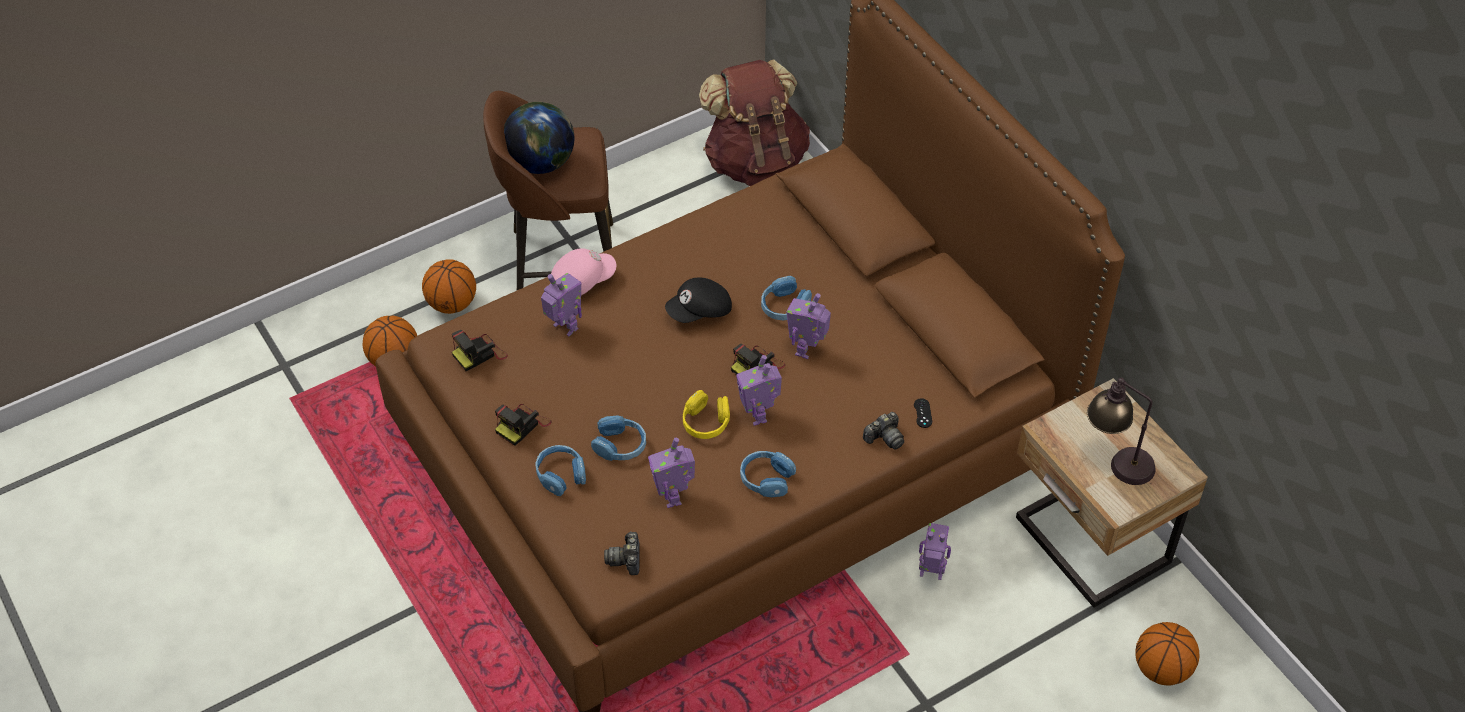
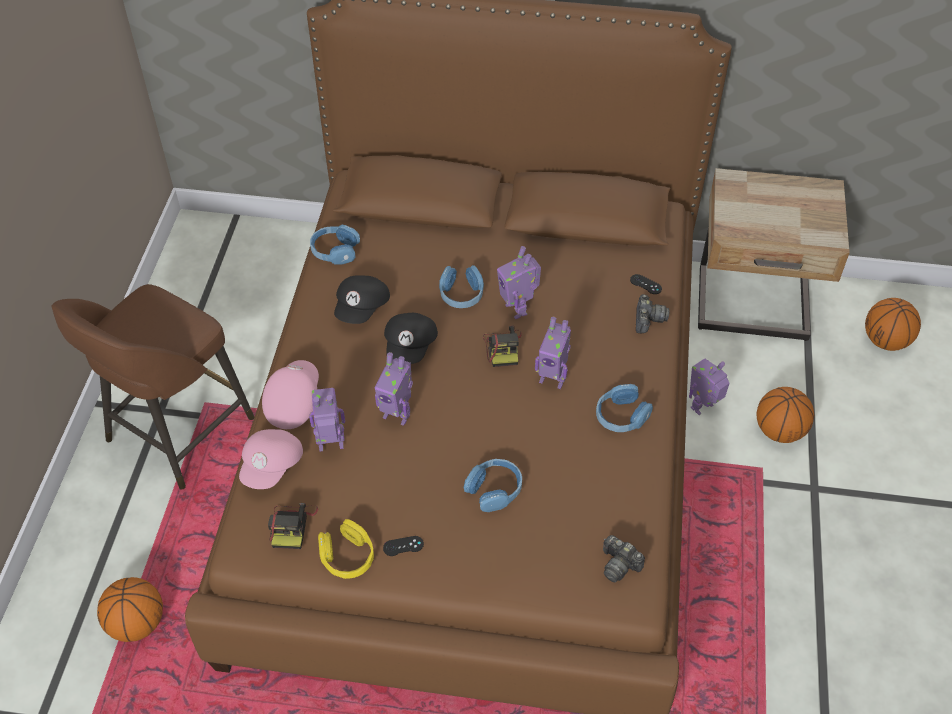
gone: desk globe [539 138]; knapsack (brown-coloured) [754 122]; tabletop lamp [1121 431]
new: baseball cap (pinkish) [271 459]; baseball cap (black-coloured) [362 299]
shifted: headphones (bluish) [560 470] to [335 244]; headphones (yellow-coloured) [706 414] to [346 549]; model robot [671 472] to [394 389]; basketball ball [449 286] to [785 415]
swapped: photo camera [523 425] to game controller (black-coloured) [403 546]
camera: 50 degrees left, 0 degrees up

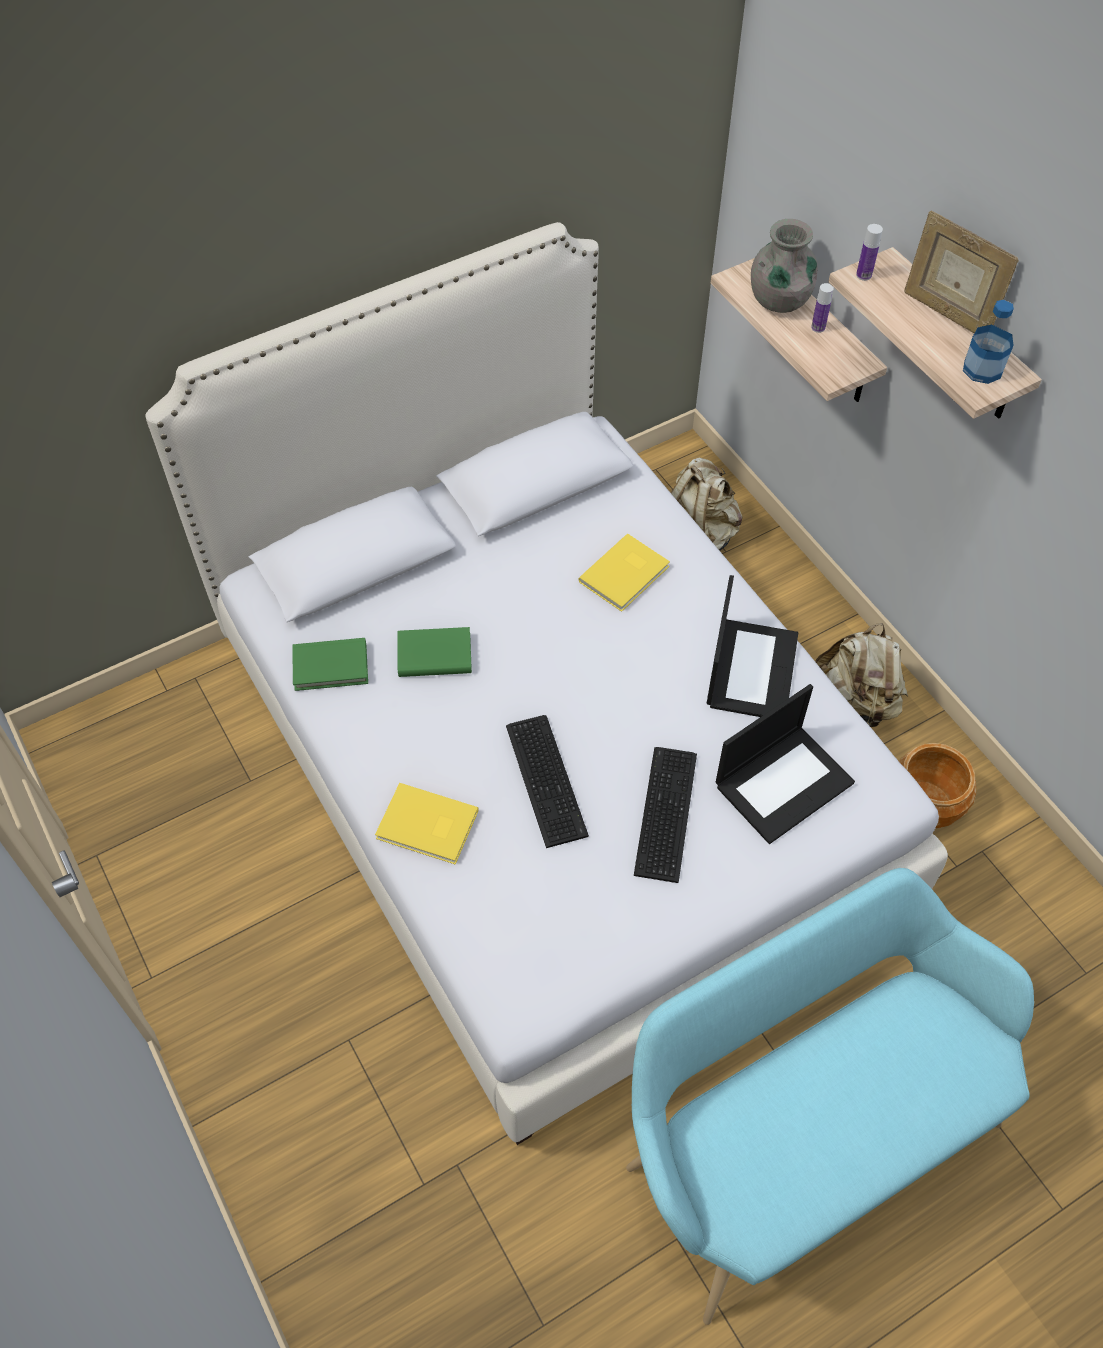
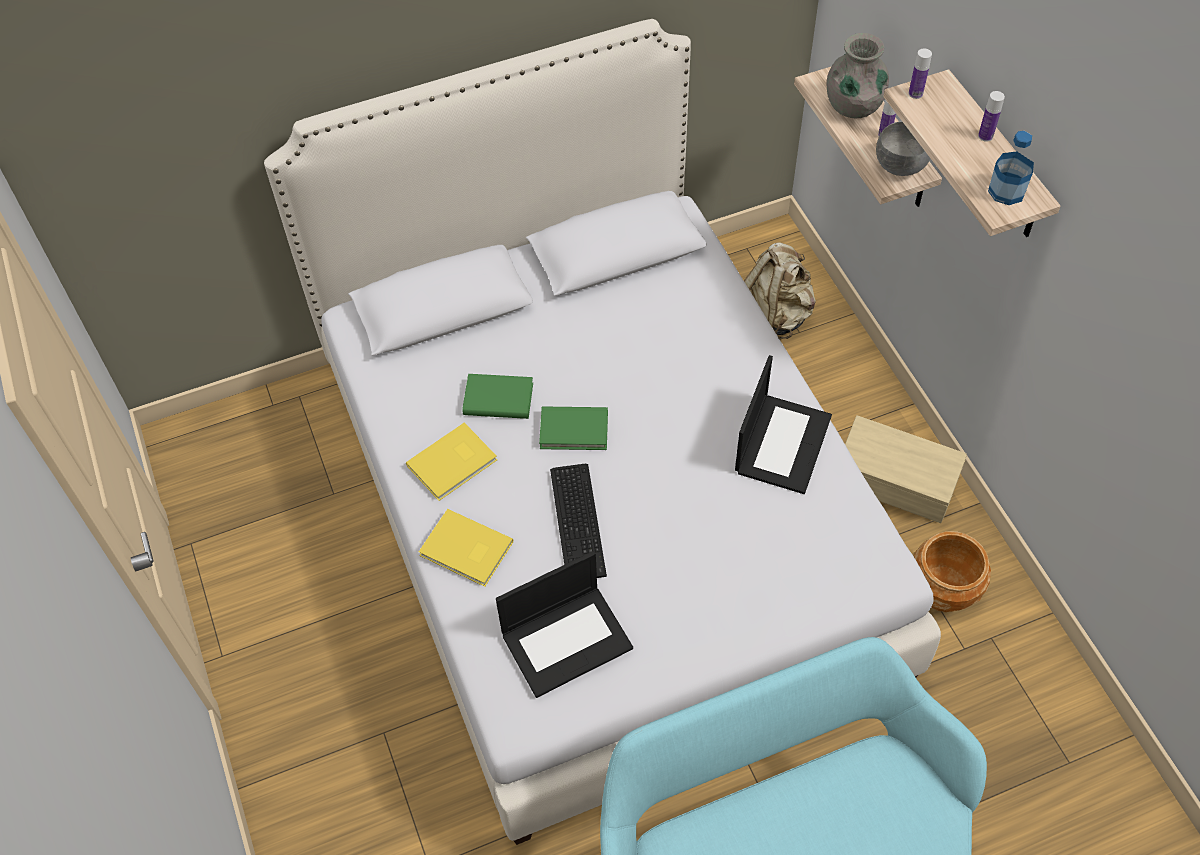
gone: PC keyboard [665 815]
new: serving bowl (greyish) [903 148]
shifted: book (yellow-coloured) [624 572] to [451 462]; notebook computer [785 764] to [564 624]; book (green) [330 664] to [573 428]
swapped: knapsack (beige-coloured) [861 675] to storage bin (beige-coloured) [906 469]; picture frame [961 272] to bottle [991 116]
camera: 10 degrees right, 0 degrees up

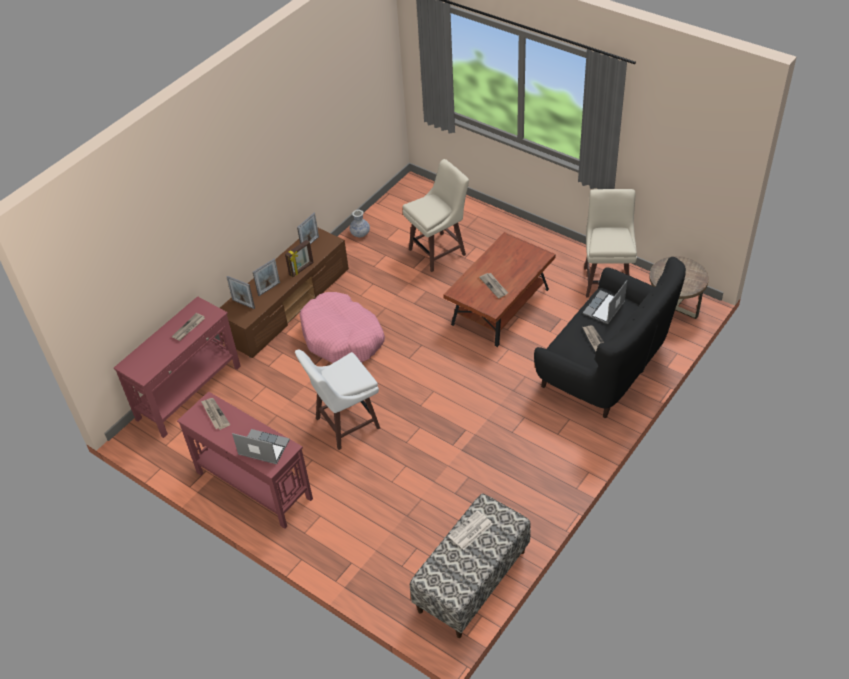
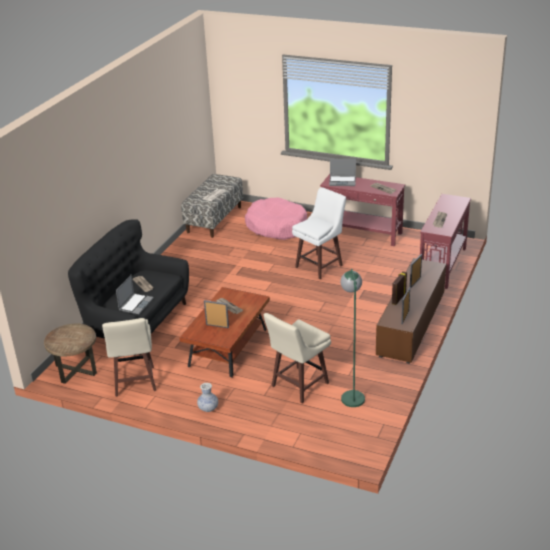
new: standing lamp (green) [352 338]
shifted: vase [360 224] to [207 397]; picture frame [240 292] to [216 314]; dog bed (pinkish) [342 327] to [276 219]
camera: 165 degrees right, 15 degrees down

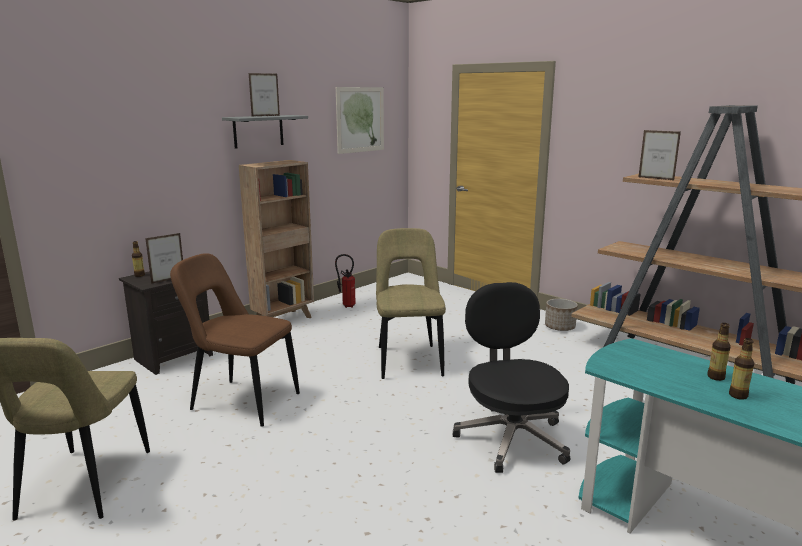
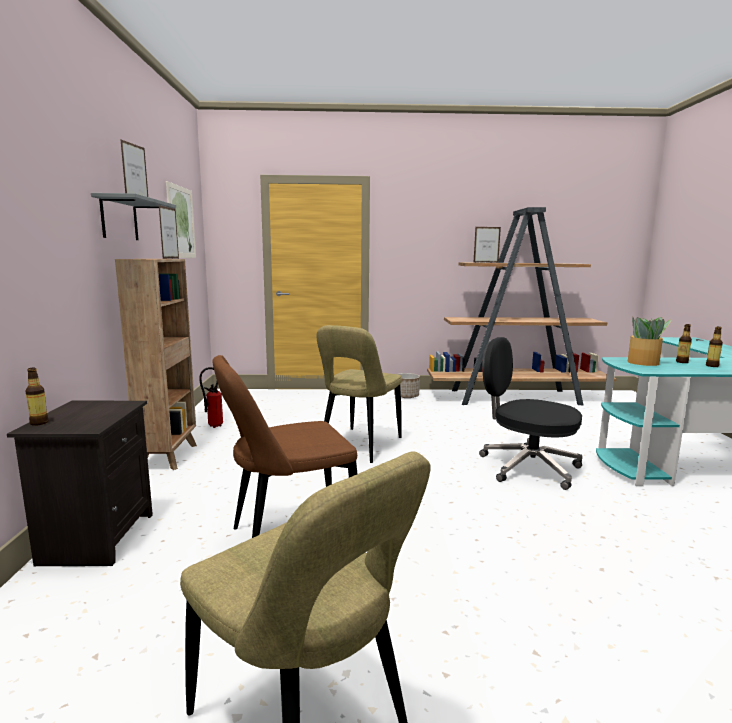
new: plant in a pot [650 341]
shifted: picture frame [164 258] to [169 232]
rotated: chair (beige-coloured) [411 303] = [359 394] 105 degrees counterclockwise
camera: 45 degrees left, 5 degrees down

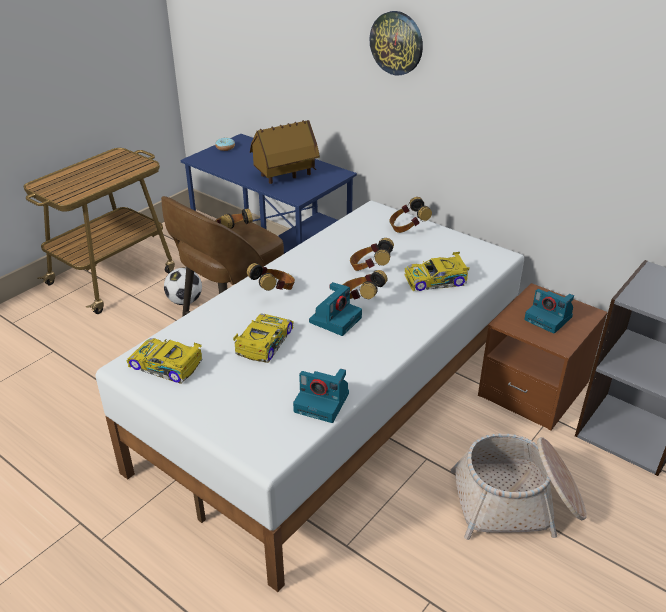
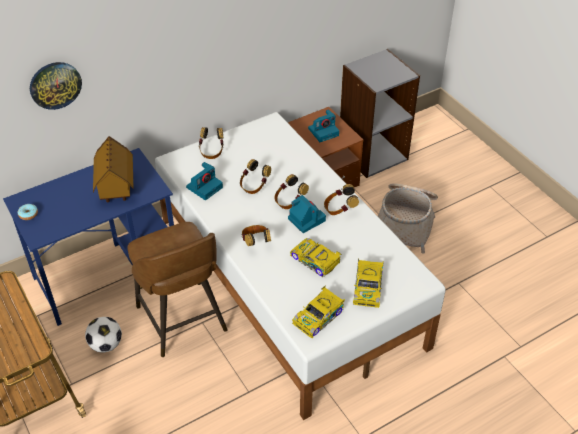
shifted: hanging clock [396 43] to [56 86]; photo camera [321 396] to [204 181]; headphones [234 219] to [341 199]; miniature car [437 271] to [368 283]
camera: 70 degrees left, 10 degrees up

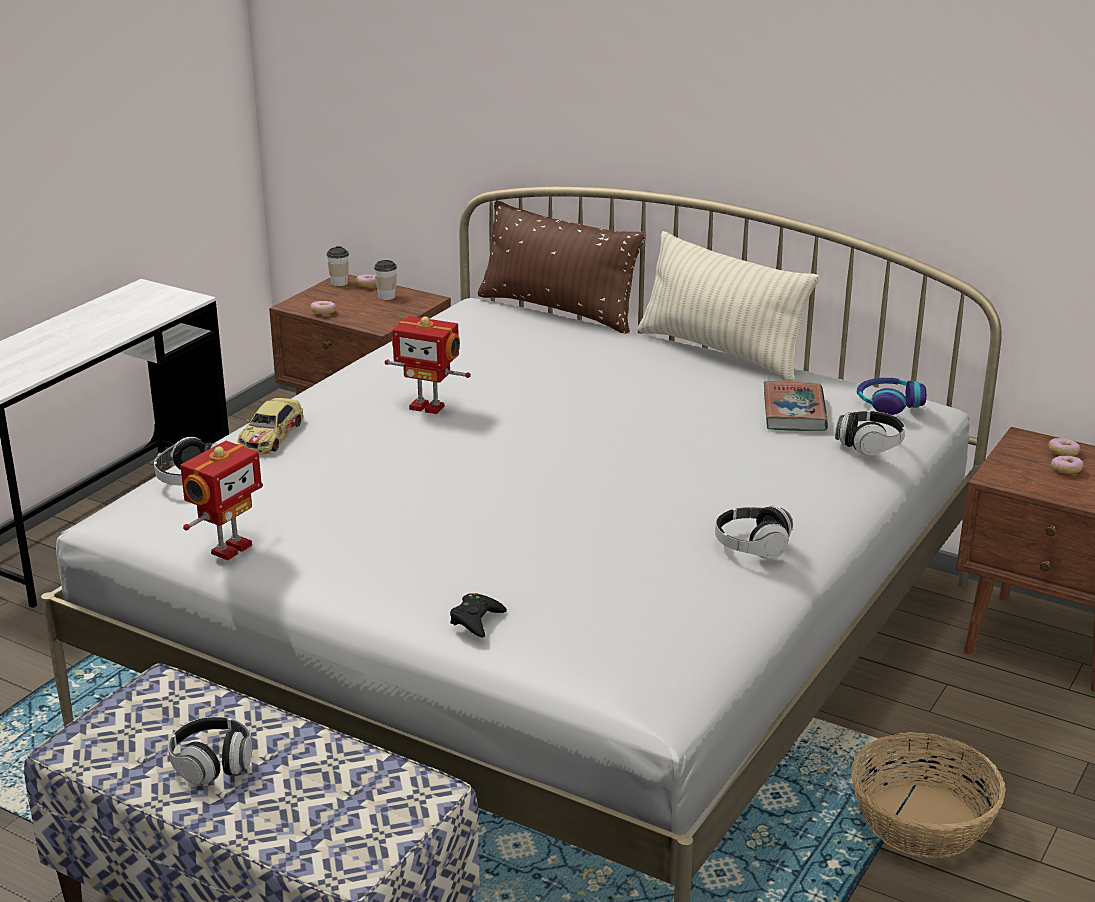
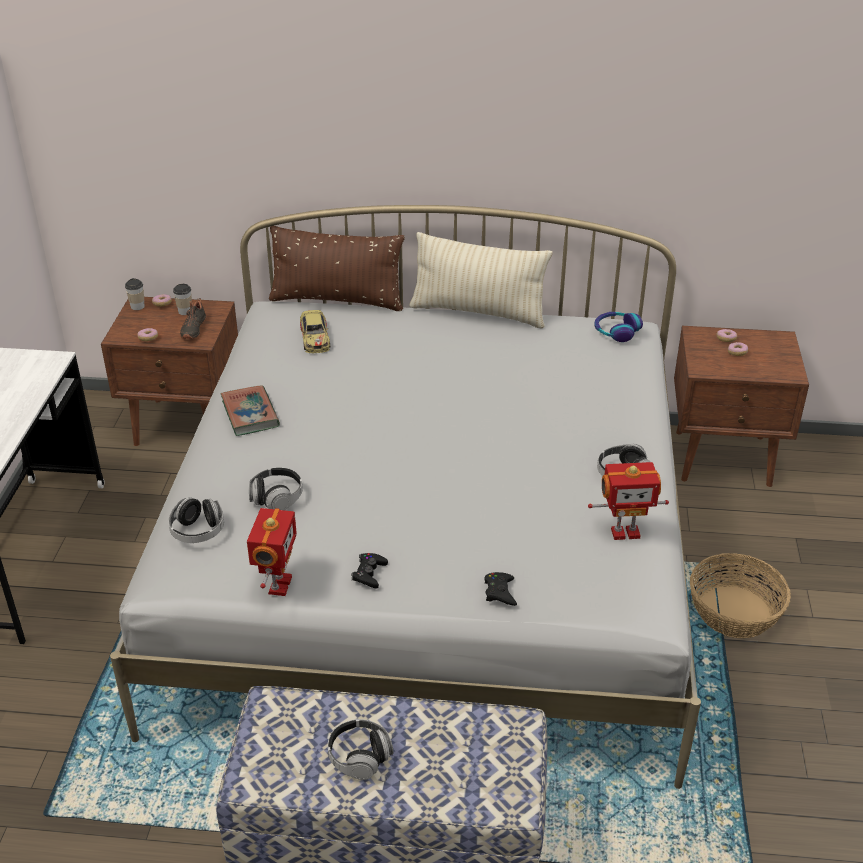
new: item of footwear (black-coloured) [193 318]; game controller (black-coloured) [369 570]
shifted: book [796 406] to [250 410]; headphones [870 433] to [276 488]; miniature car [270 426] to [315 331]; model robot [428 365] to [628 501]
camera: 25 degrees left, 10 degrees up

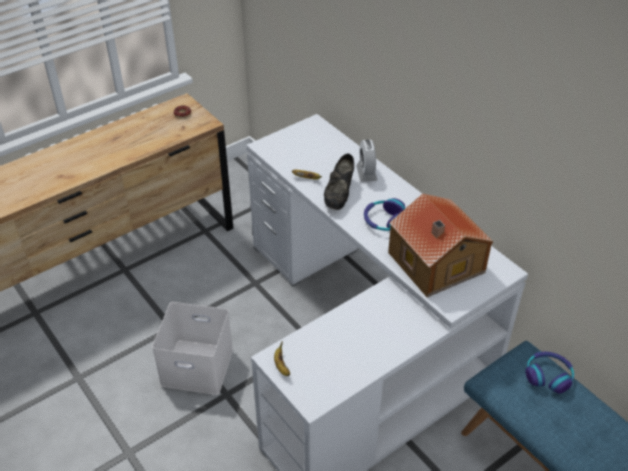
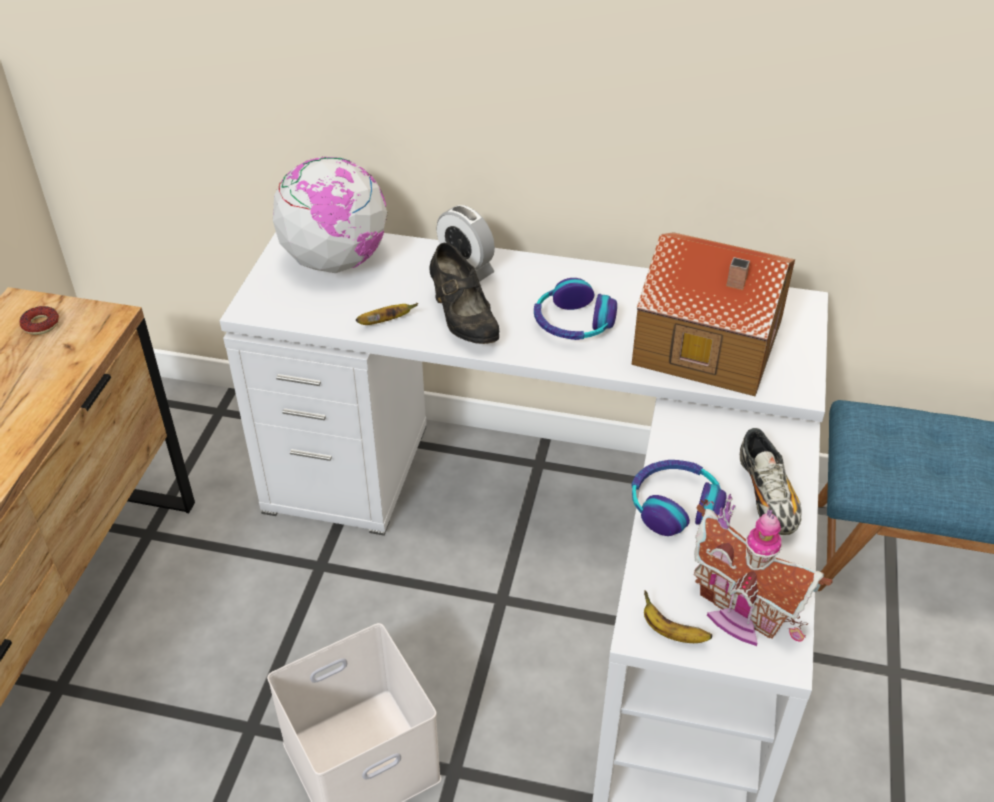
new: desk globe [329 215]; toy house [763 570]; item of footwear [771 481]
shifted: headphones [550 373] to [679 498]
camera: 40 degrees left, 0 degrees up

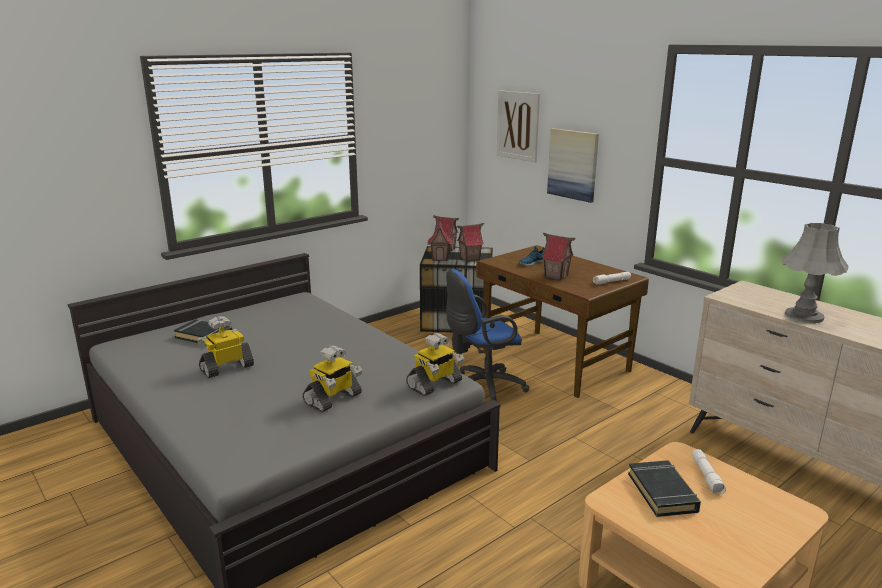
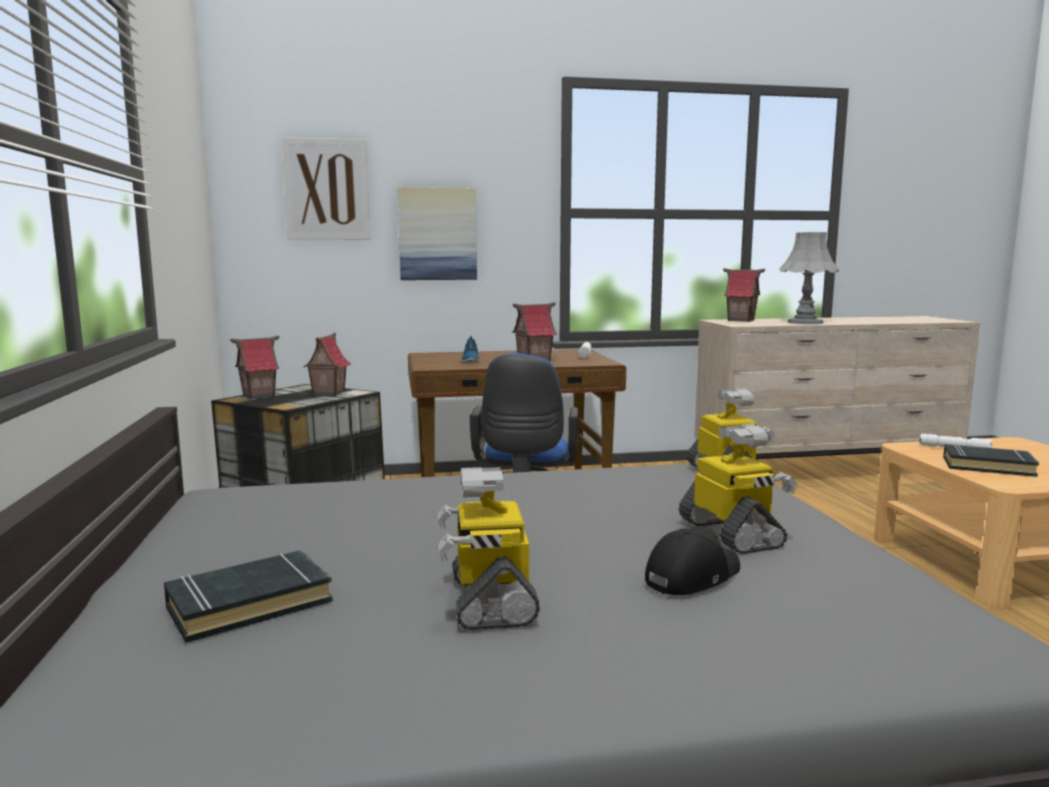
new: baseball cap (black-coloured) [692 560]
shifted: toy house [440 241] to [744 295]
camera: 60 degrees left, 10 degrees down

